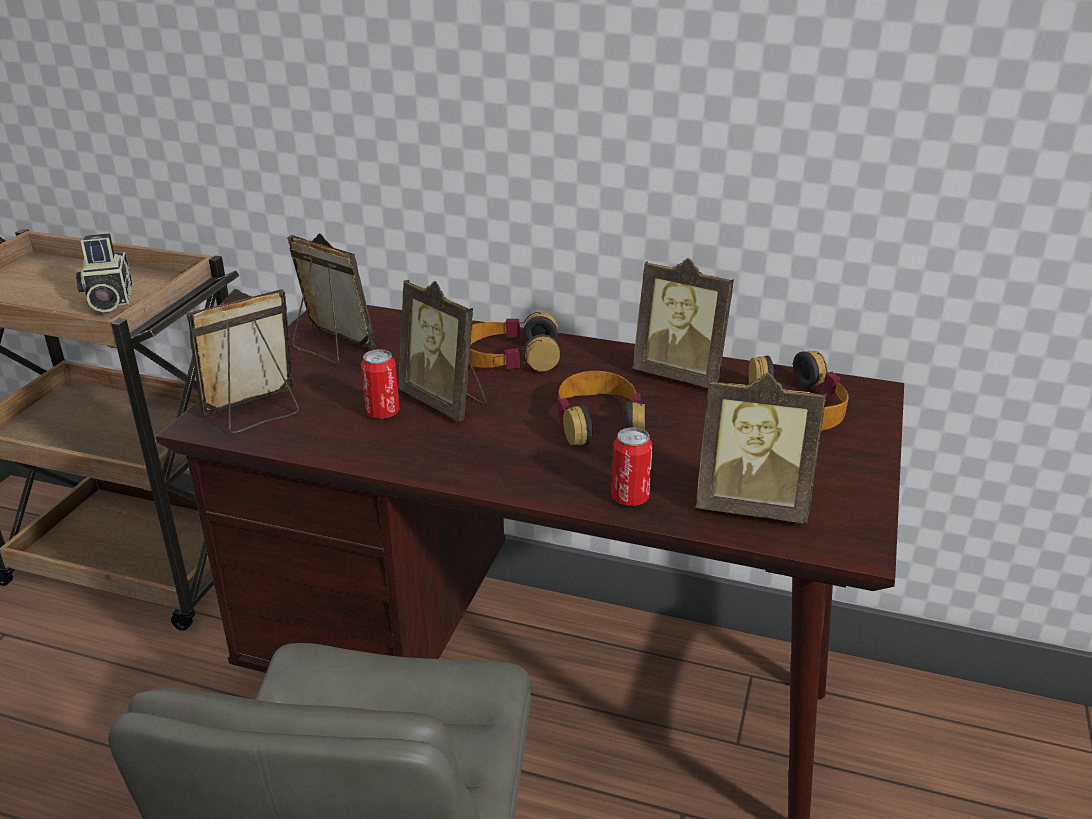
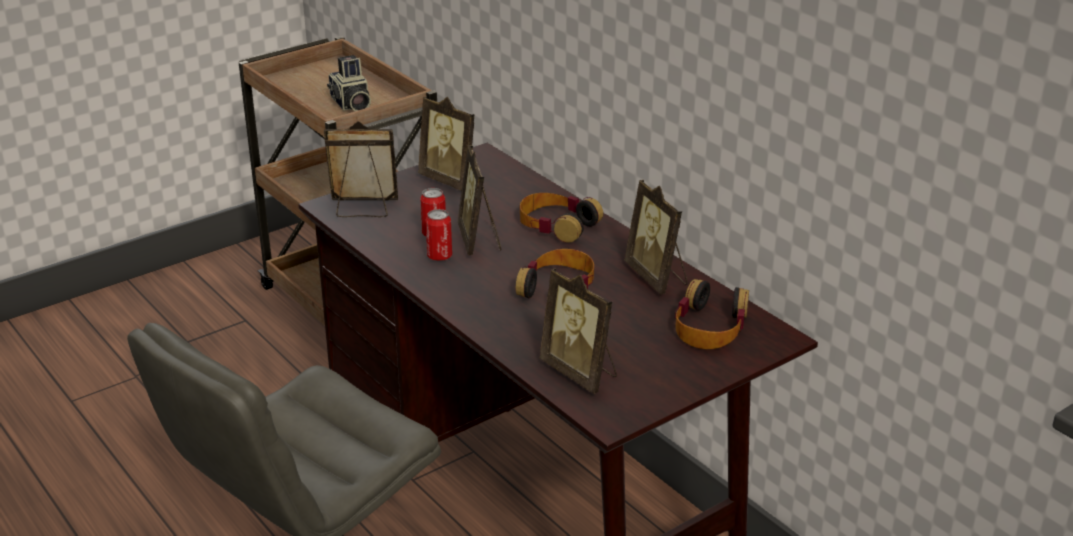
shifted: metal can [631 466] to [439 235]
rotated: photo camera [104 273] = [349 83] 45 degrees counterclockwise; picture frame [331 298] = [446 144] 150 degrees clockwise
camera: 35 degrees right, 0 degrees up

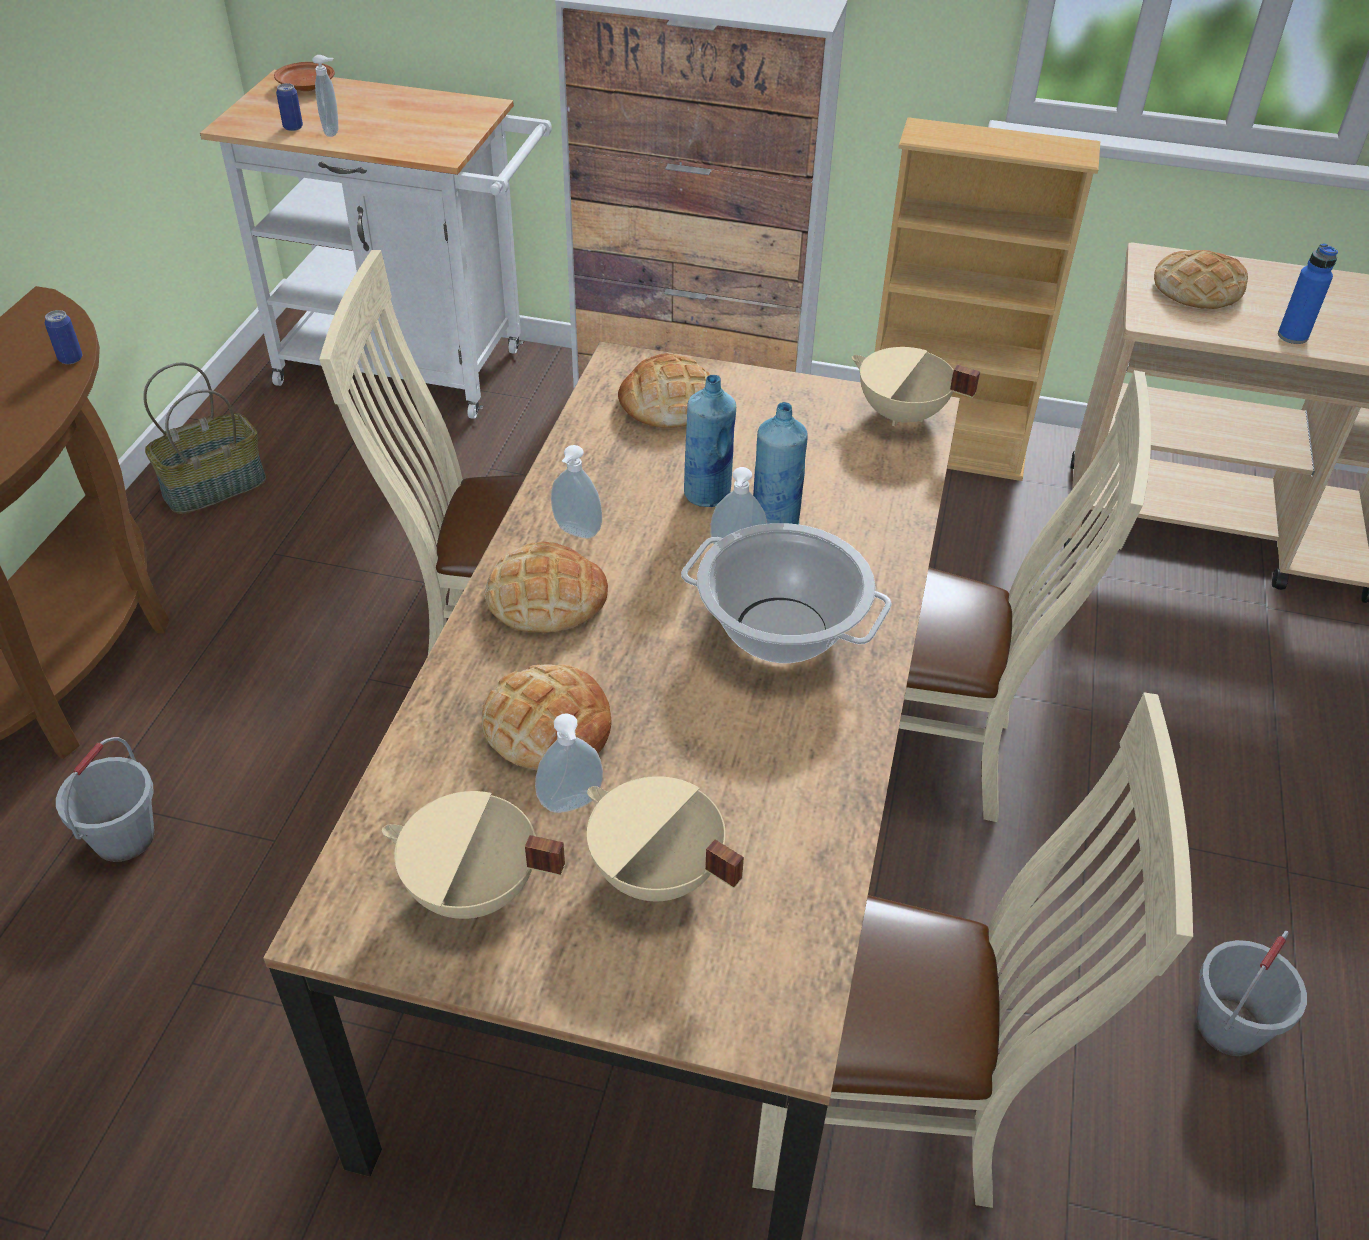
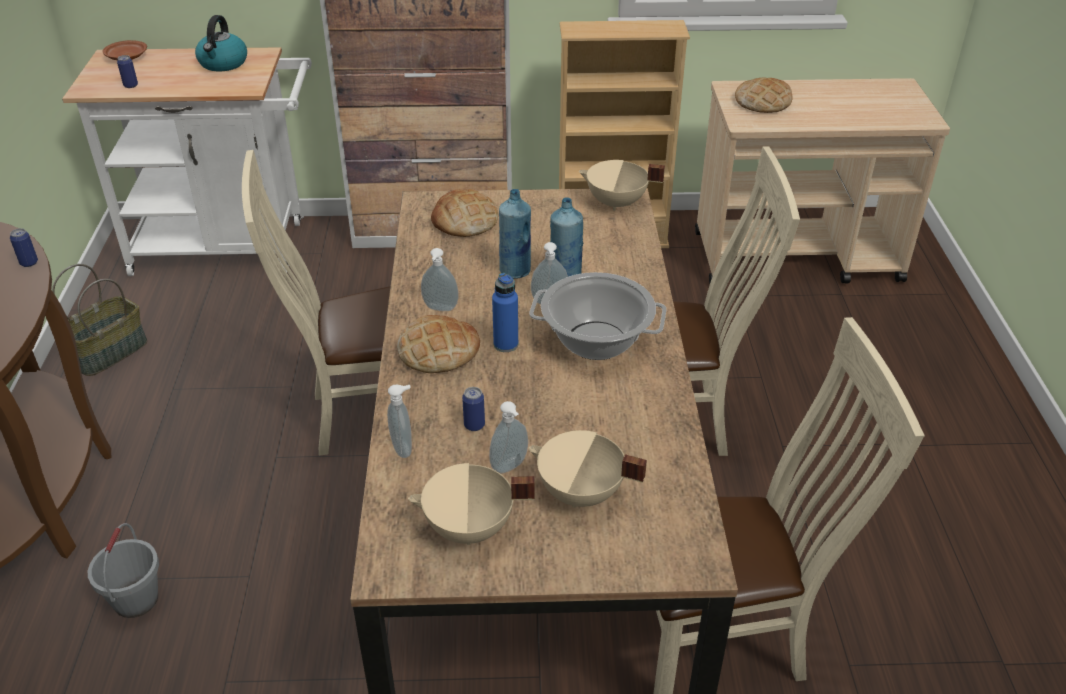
gone: bucket (greyish) [1251 993]
new: water kettle [221 43]
shifted: liquid soap bottle [325 96] to [399 421]; bottle (bluish) [1308 294] to [505 312]
swapped: baked bread [547 717] to metal can [473 409]
camera: 15 degrees left, 5 degrees down

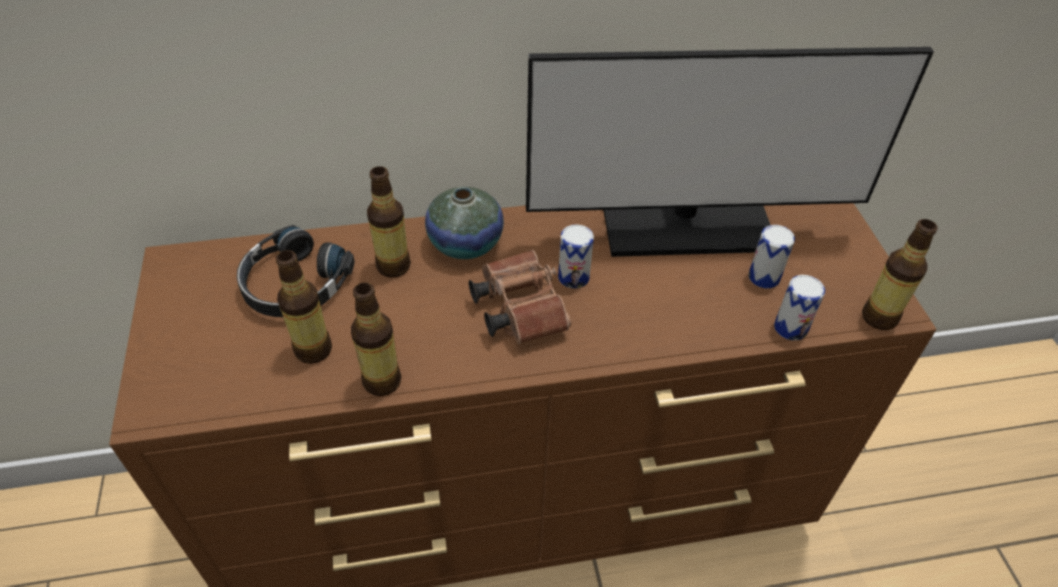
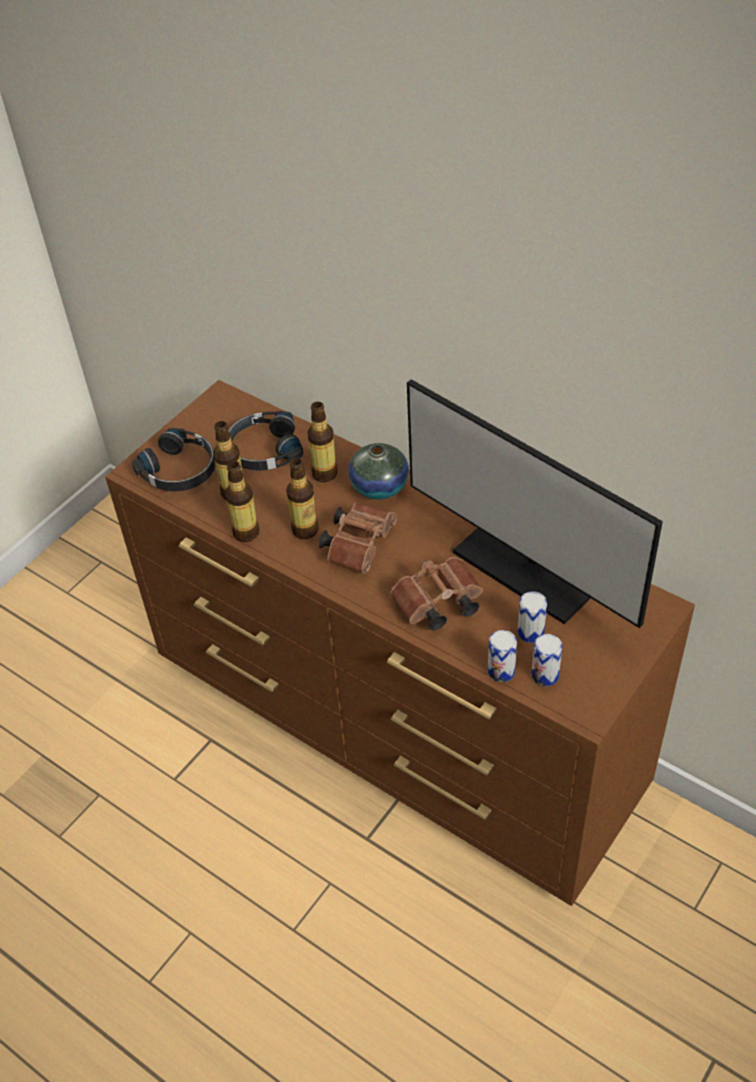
new: headphones (black-coloured) [173 460]; pair of binoculars (brown-coloured) [436 593]
shifted: bottle [900 274] to [302 498]; metal can [576 256] to [547 660]
camera: 50 degrees right, 0 degrees up

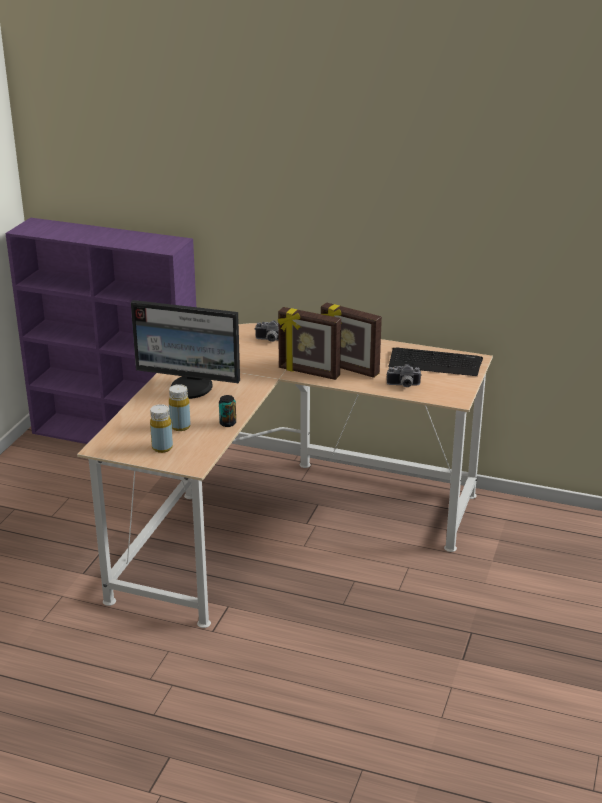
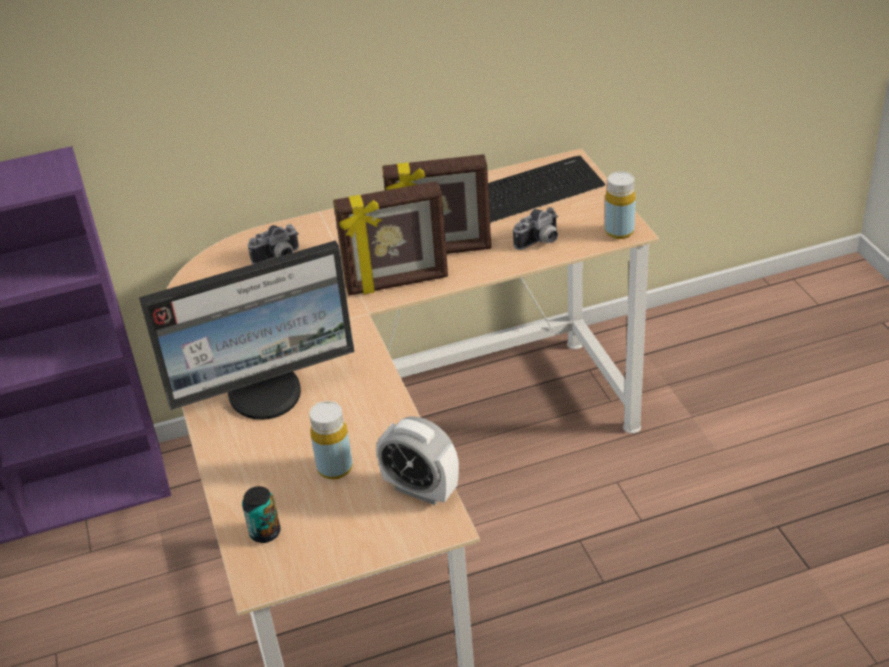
new: alarm clock [417 460]
shifted: metal can [227 411] to [261 514]; bottle (yellow-coloured) [161 428] to [620 205]
camera: 35 degrees left, 10 degrees up

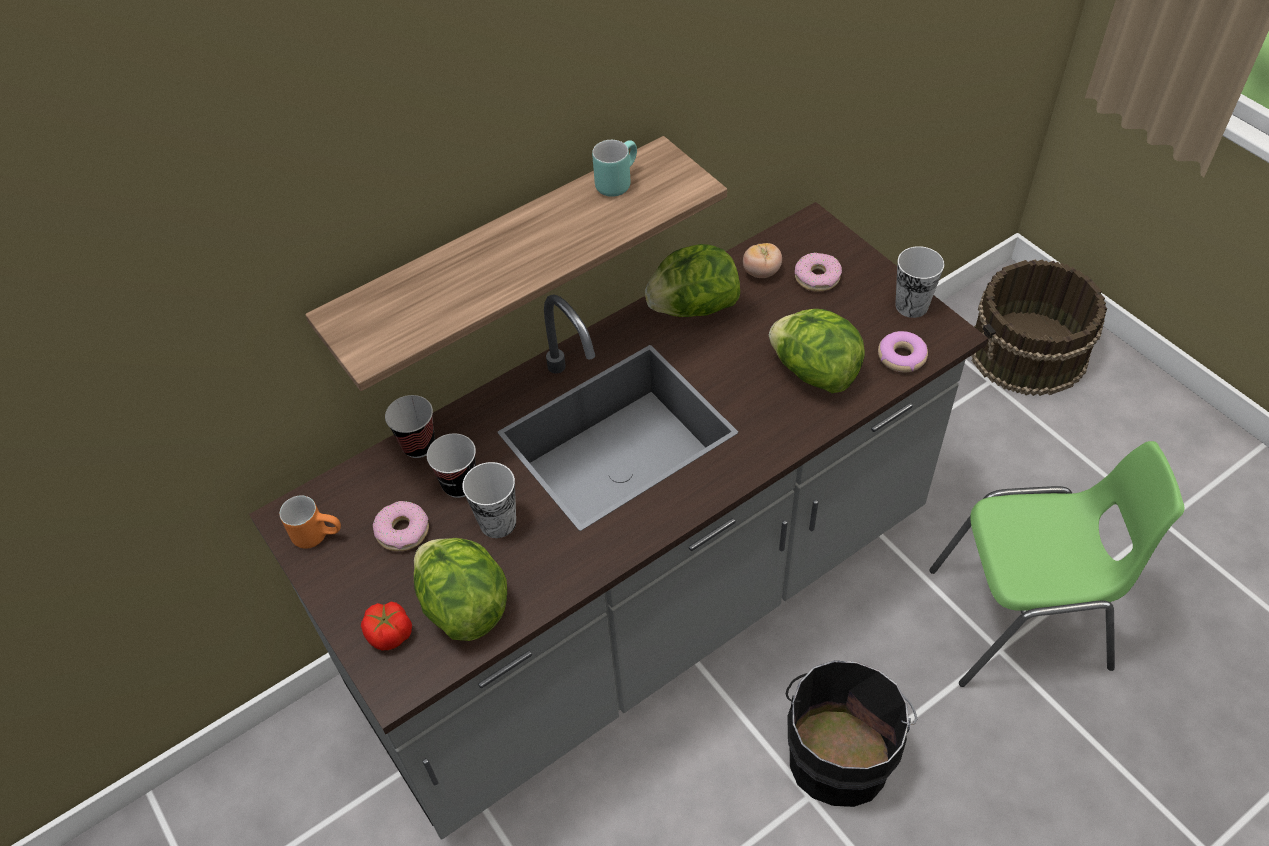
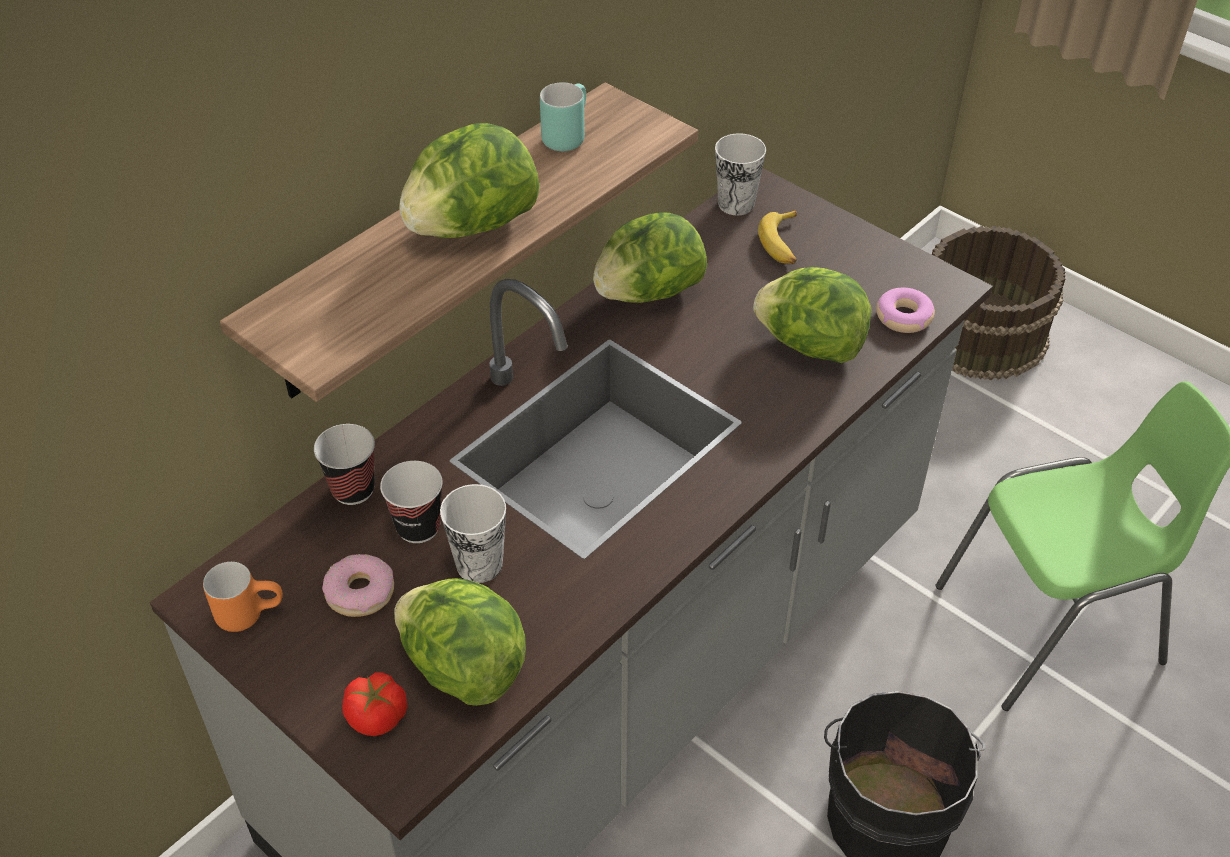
gone: tomato [762 260]
new: head of lettuce [469 180]
shifted: small cup [919 282] to [740 174]
swapped: ring doughnut [818 272] to banana fruit [777 237]
camera: 15 degrees left, 5 degrees down

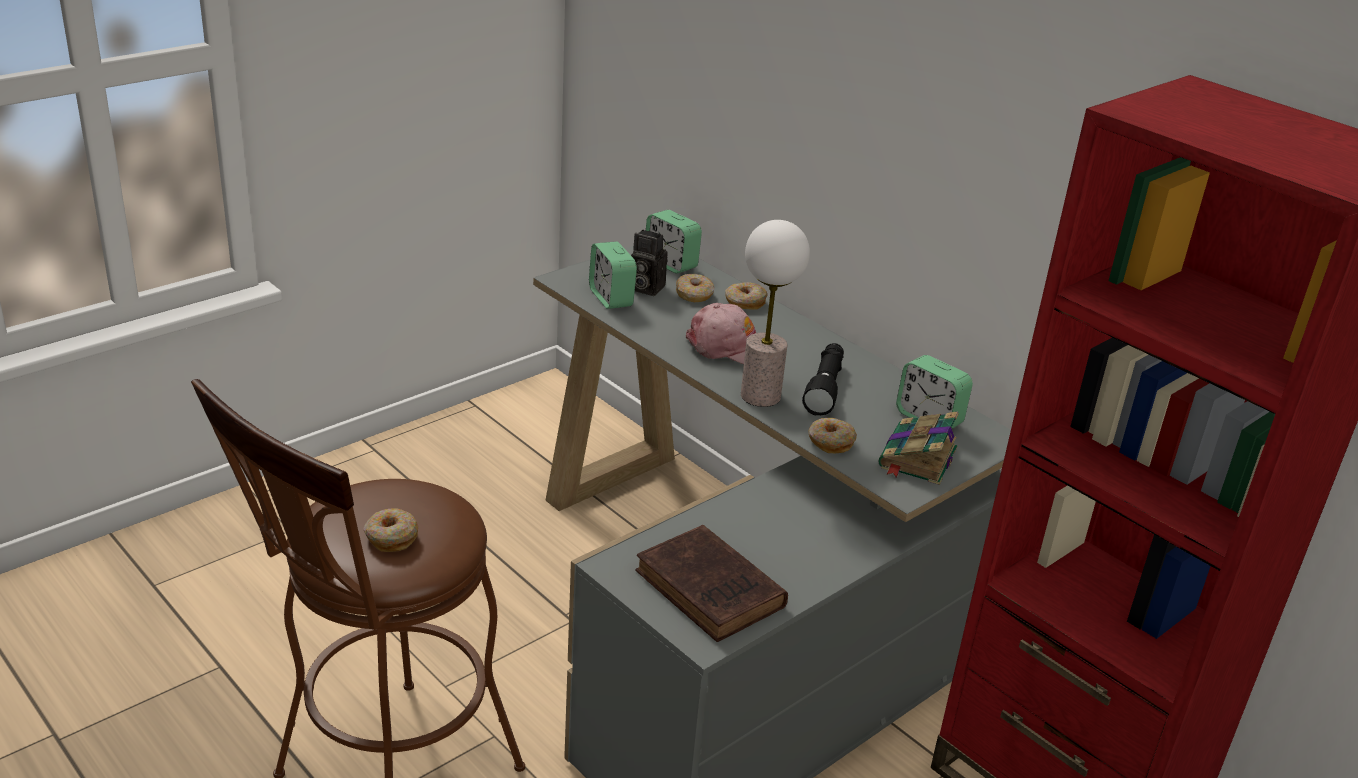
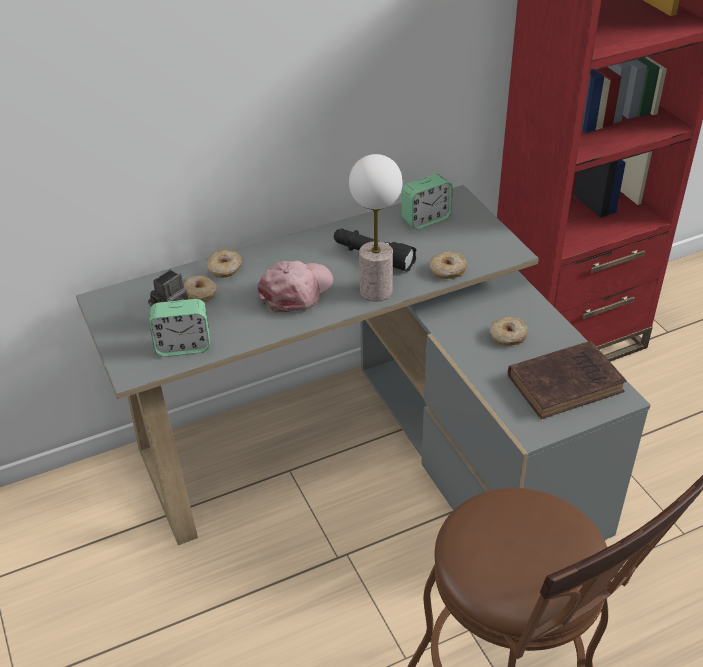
gone: alarm clock [674 241]; book [919 448]
shifted: ring doughnut [391 530] to [509 331]
camera: 70 degrees left, 10 degrees up

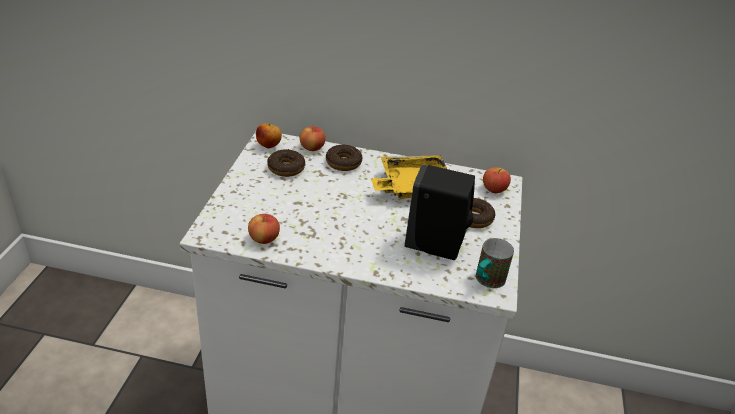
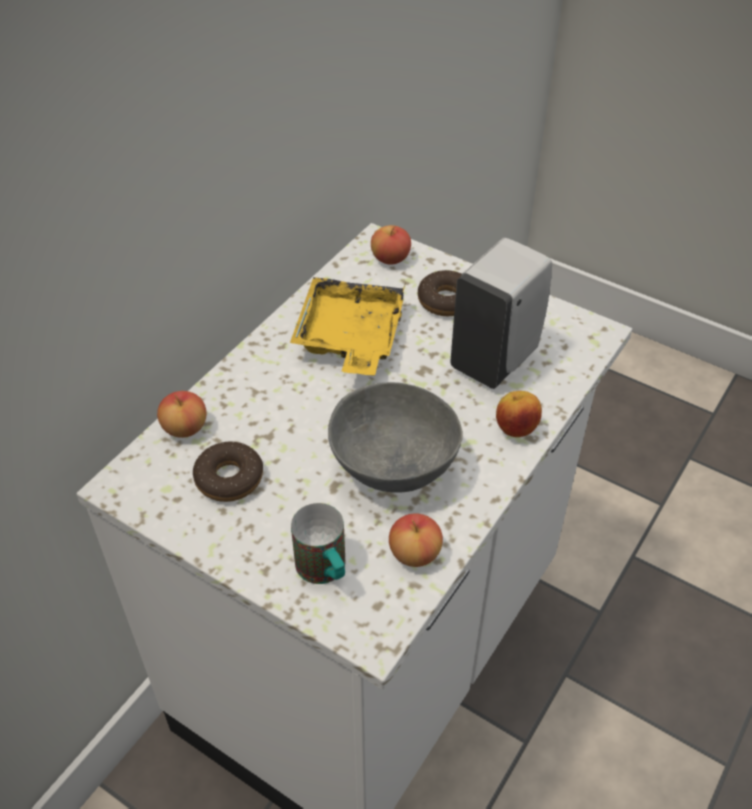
gone: ring doughnut [344 157]
new: serving bowl (greyish) [395 437]
shifted: coffee mug [495 263] to [318 543]; apple fruit [269 135] to [519 414]
repainted: liquid soap bottle (black-coloured) [439 212] to liquid soap bottle (whitish) [501 313]
camera: 65 degrees left, 10 degrees up

